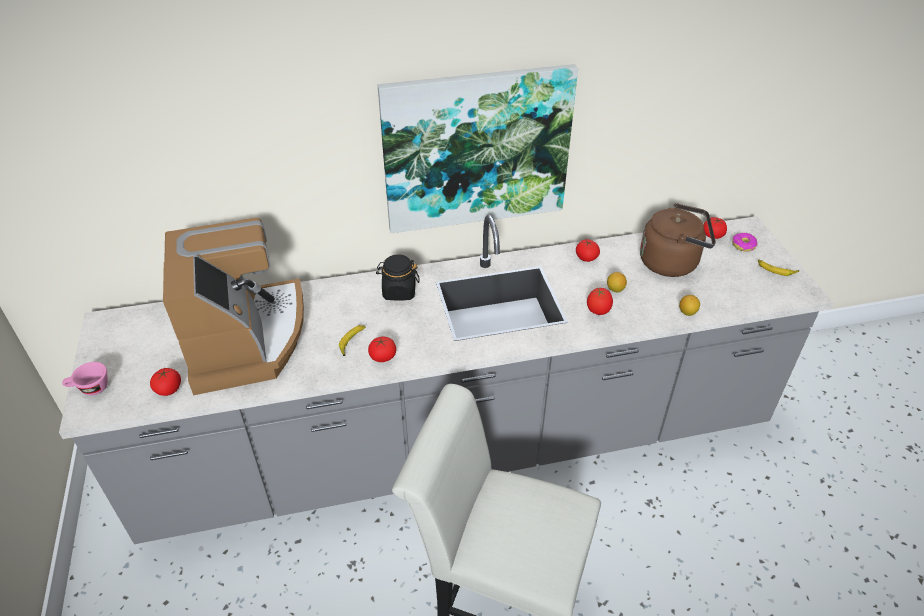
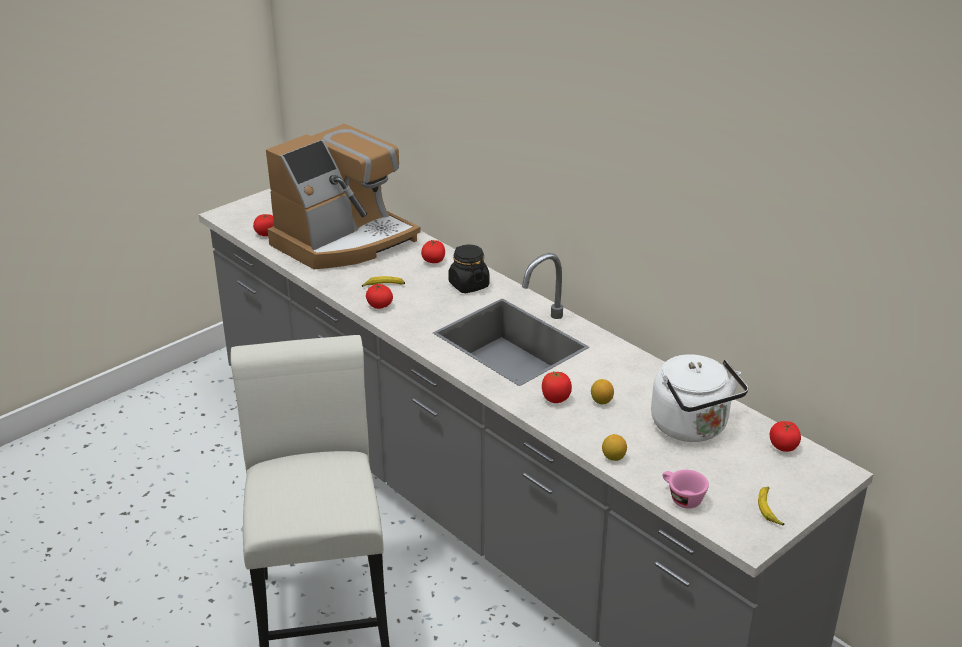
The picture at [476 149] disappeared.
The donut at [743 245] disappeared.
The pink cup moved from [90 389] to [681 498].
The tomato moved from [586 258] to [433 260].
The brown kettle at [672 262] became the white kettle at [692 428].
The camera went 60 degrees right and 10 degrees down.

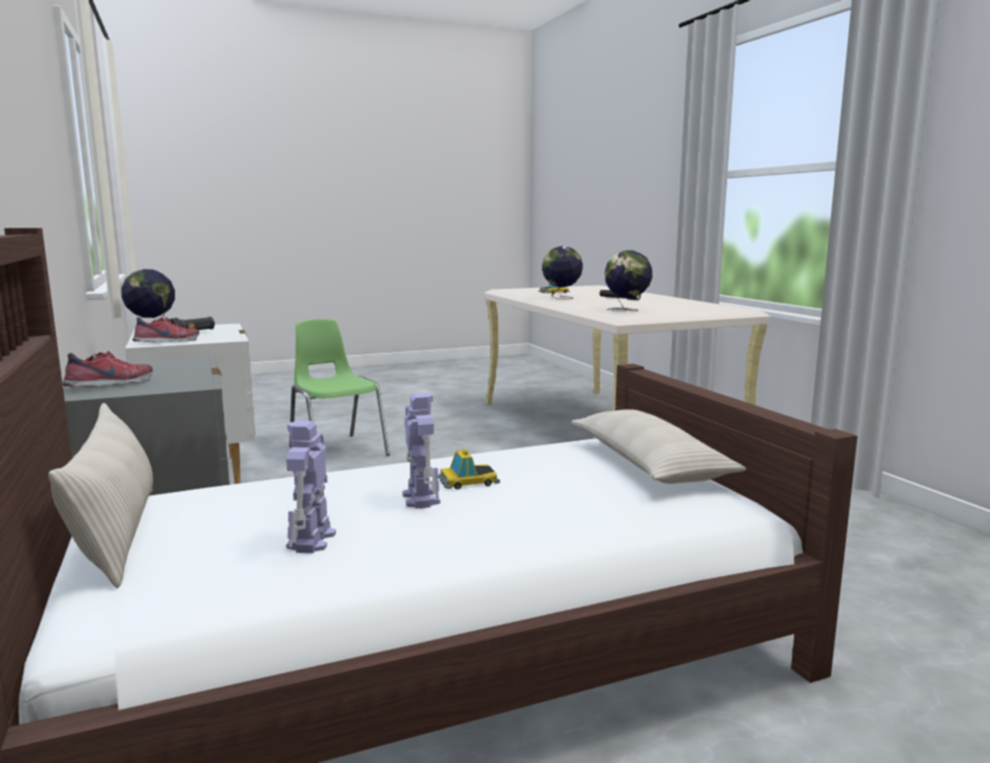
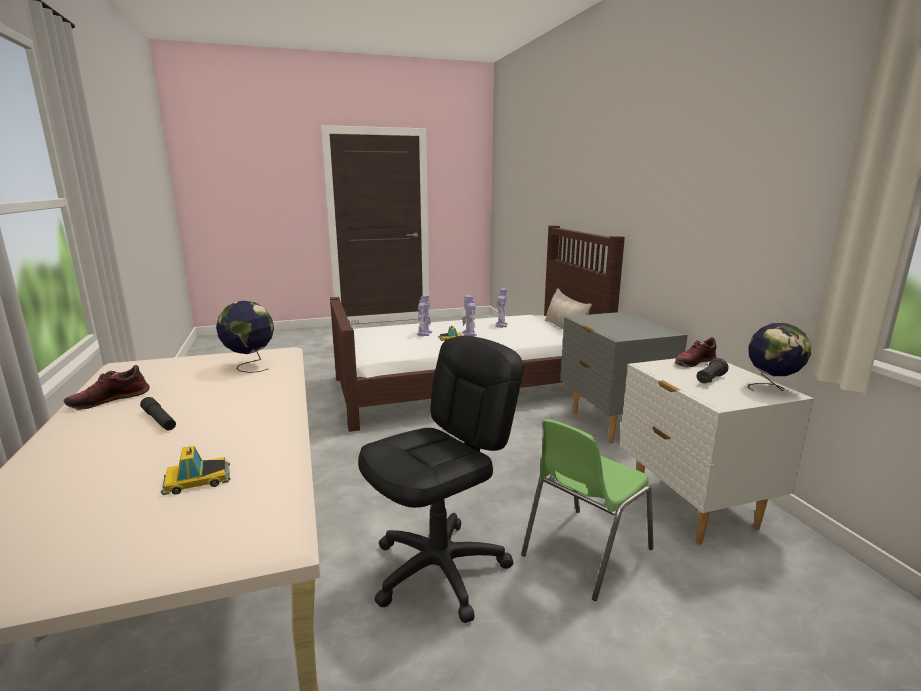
The globe at [561 298] disappeared.
The beige pillow at [648 464] disappeared.
The black office chair at [440 570] appeared.
The toy robot at [424 333] appeared.
The shoe moved from [111 385] to [109 399].
The green chair at [337 450] turned 75 degrees clockwise.
The camera went 175 degrees left and 5 degrees up.

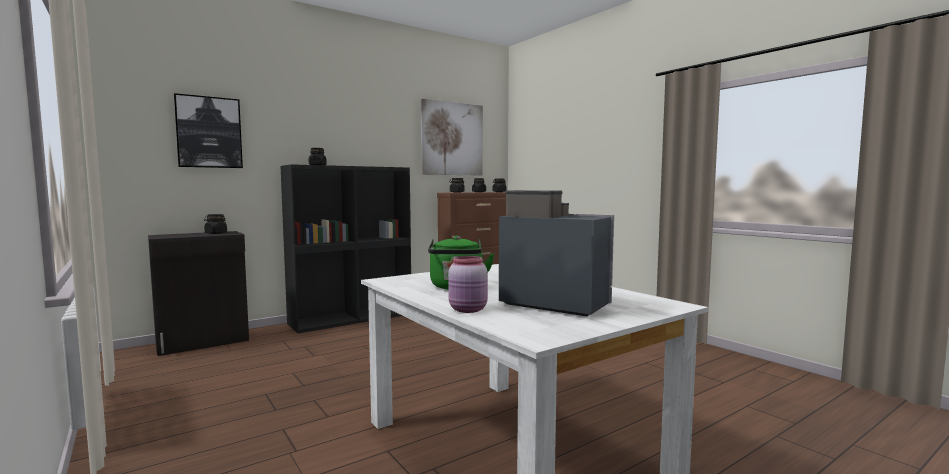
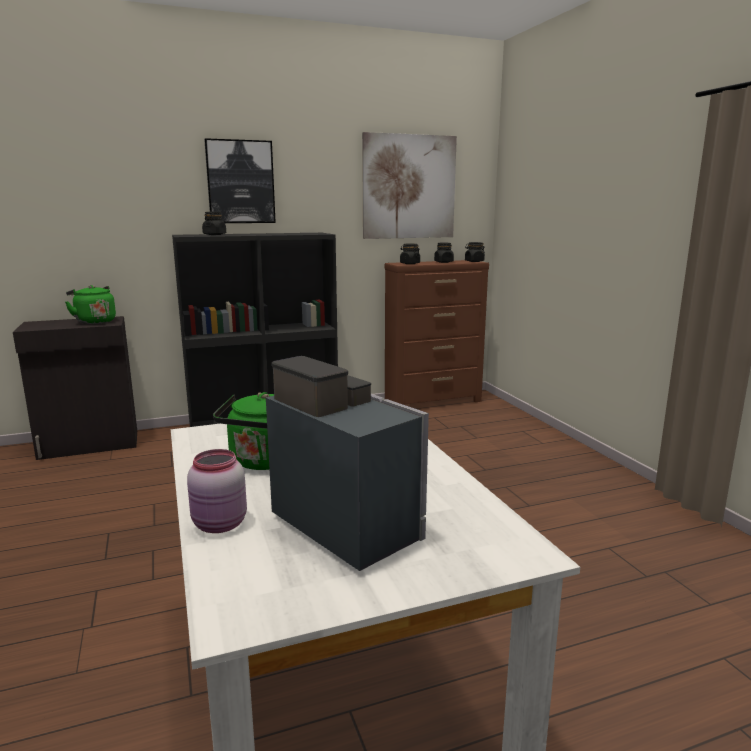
The picture moved from [209 132] to [240 182].
The black jar at [216 233] was replaced by the green kettle at [94 321].
The camera went 15 degrees right and 10 degrees up.

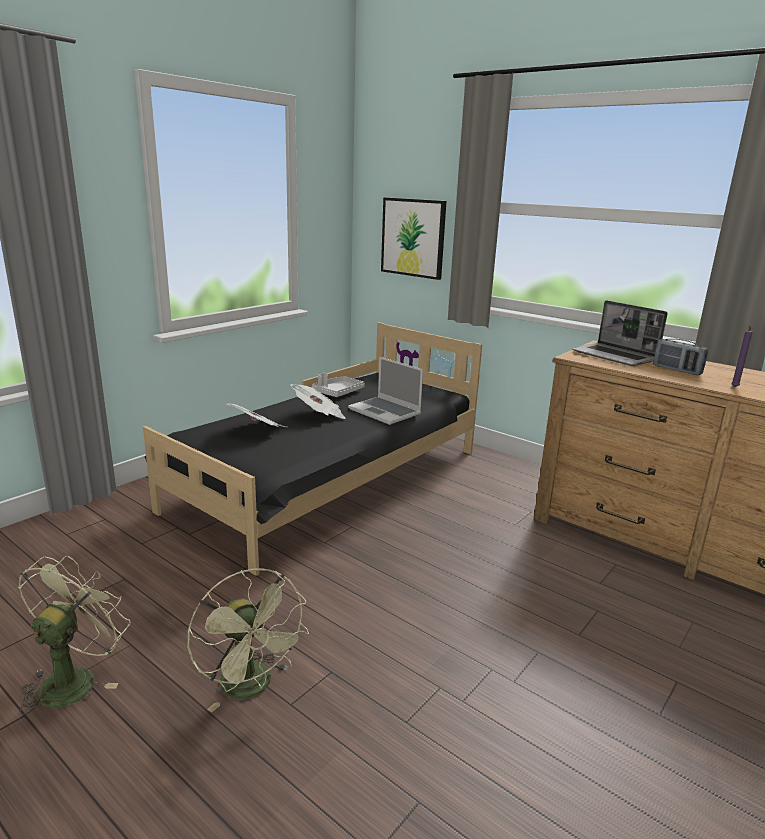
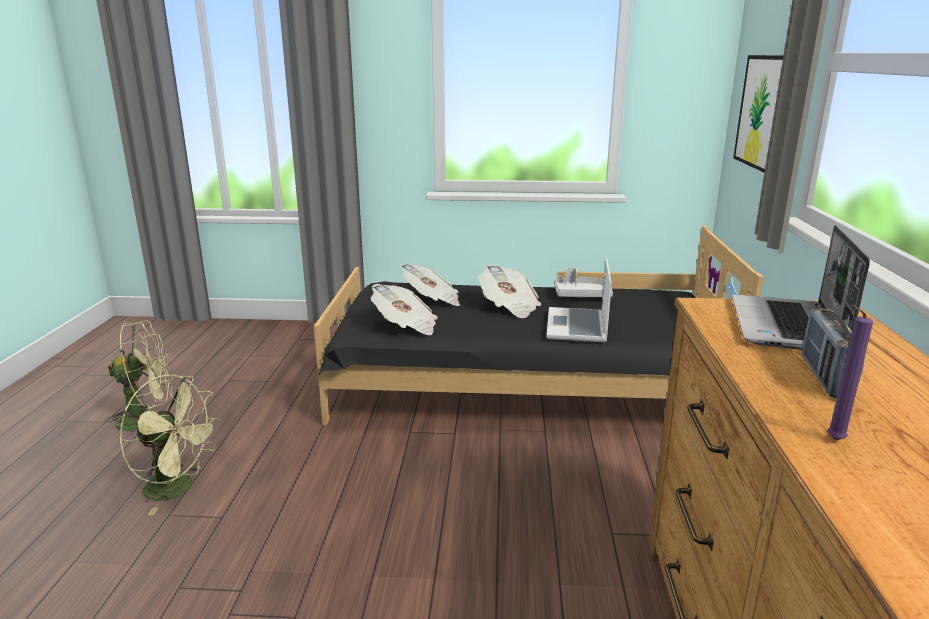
The newspaper at [406 326] appeared.
The green fan at [252 688] turned 90 degrees counterclockwise.
The camera went 55 degrees right and 0 degrees up.

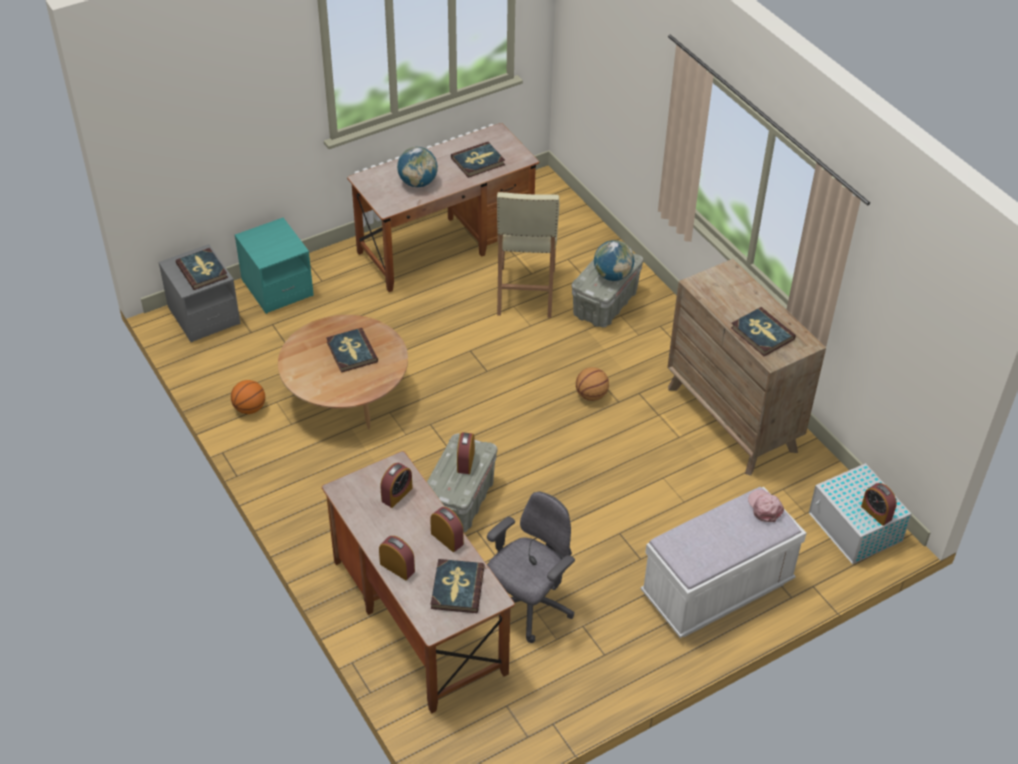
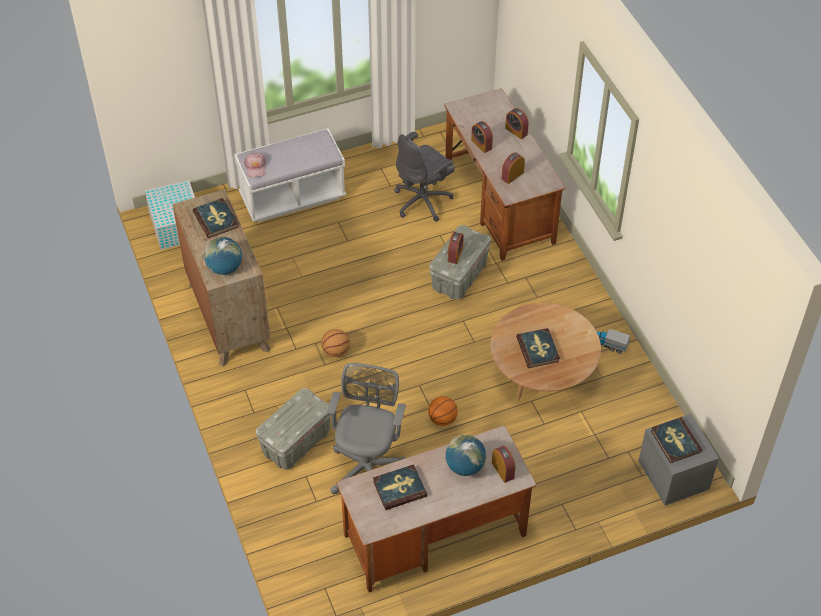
The turquoise nightstand at [277 288] disappeared.
The book at [457 588] disappeared.
The toy truck at [608 344] appeared.
The basketball moved from [249 408] to [442 419].
The globe moved from [612 275] to [225 268].
The alarm clock moved from [876 513] to [503 470].
The beige stool at [525 293] was replaced by the grey office chair at [367 465].
The camera went 170 degrees left and 5 degrees up.

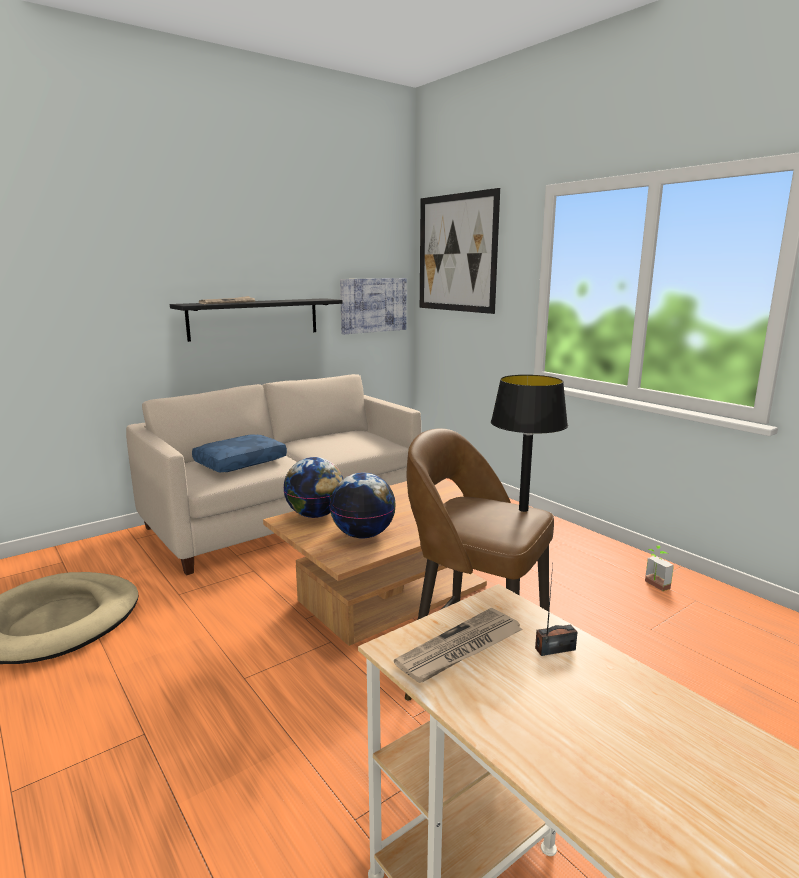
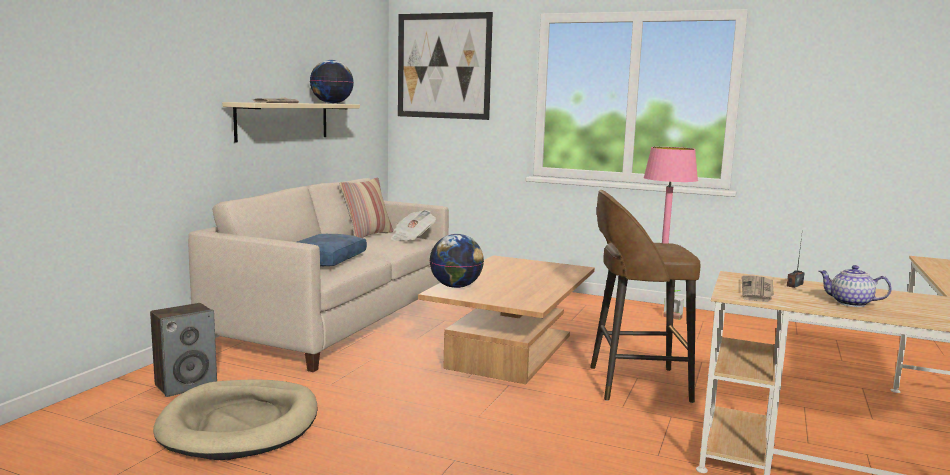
The picture at [373 305] disappeared.
The speaker at [186 385] appeared.
The pillow at [367 235] appeared.
The newspaper at [411 238] appeared.
The teapot at [850 303] appeared.
The globe moved from [363 535] to [332 103].
The black shelf at [254 318] became the beige shelf at [283 121].
The black table lamp at [523 510] became the pink table lamp at [665 242].
The camera went 30 degrees left and 5 degrees down.

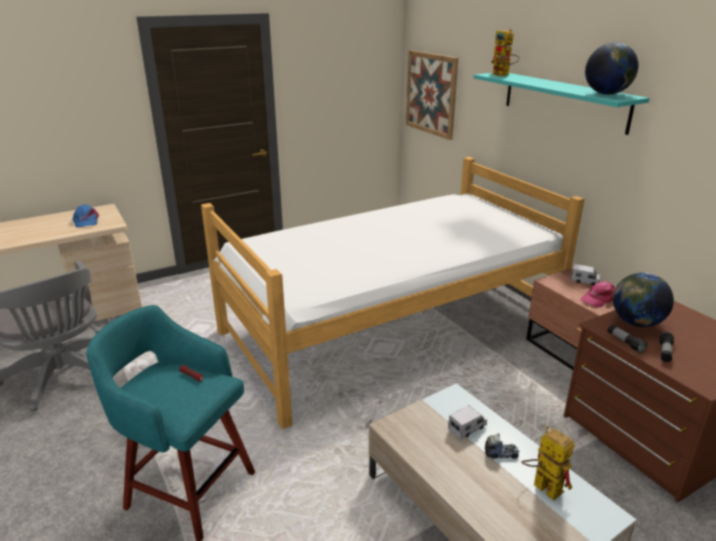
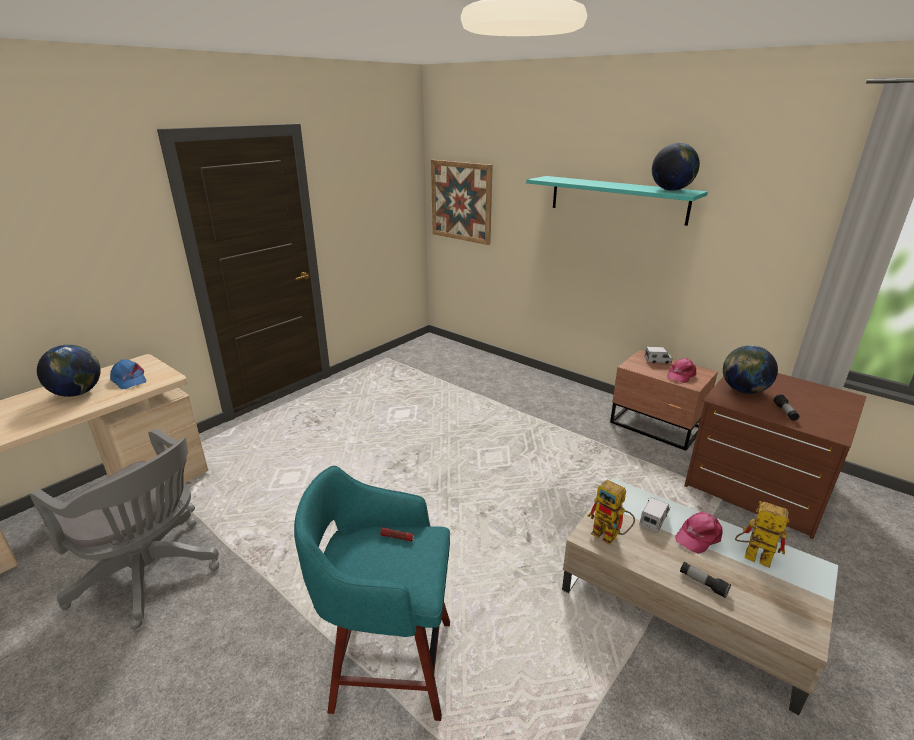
The bed at [392 328] disappeared.
The globe at [78 393] appeared.
The toy robot moved from [503 75] to [610 536].
The flashlight moved from [625 343] to [703 583].
The toy truck at [501 453] was replaced by the pink cap at [698 536].
The camera went 20 degrees left and 0 degrees up.

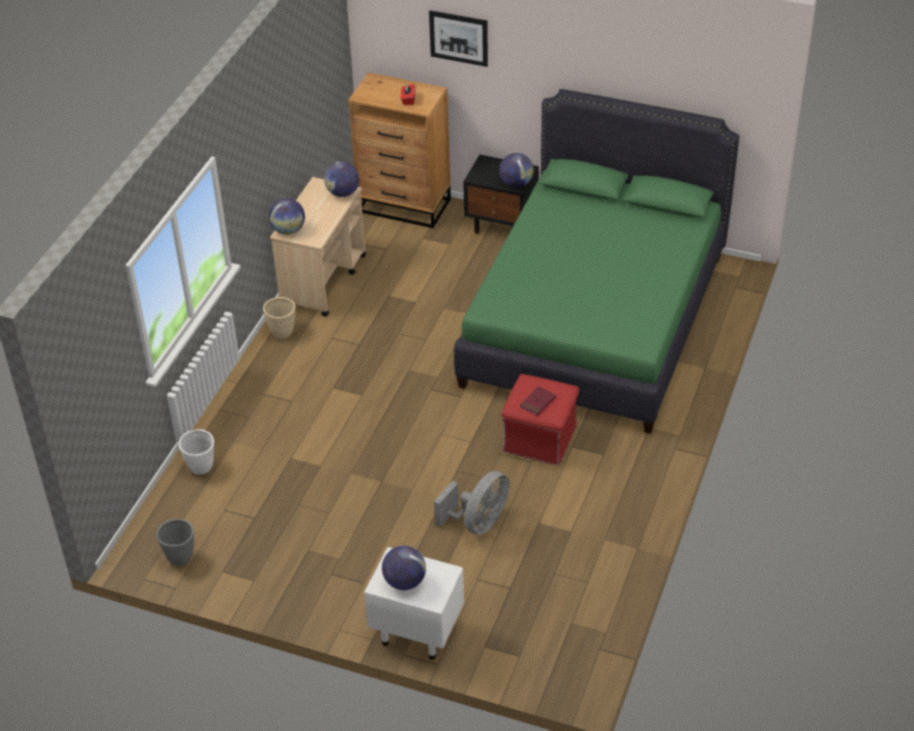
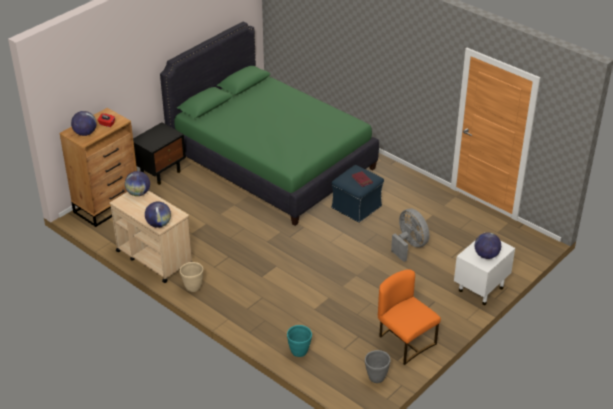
The picture at [458 38] disappeared.
The orange chair at [405 341] appeared.
The globe moved from [516 183] to [85 133].
The white planter at [201 468] became the turquoise planter at [299 352].
The red ottoman at [540 439] became the blue ottoman at [357 207].
The camera went 70 degrees left and 5 degrees down.

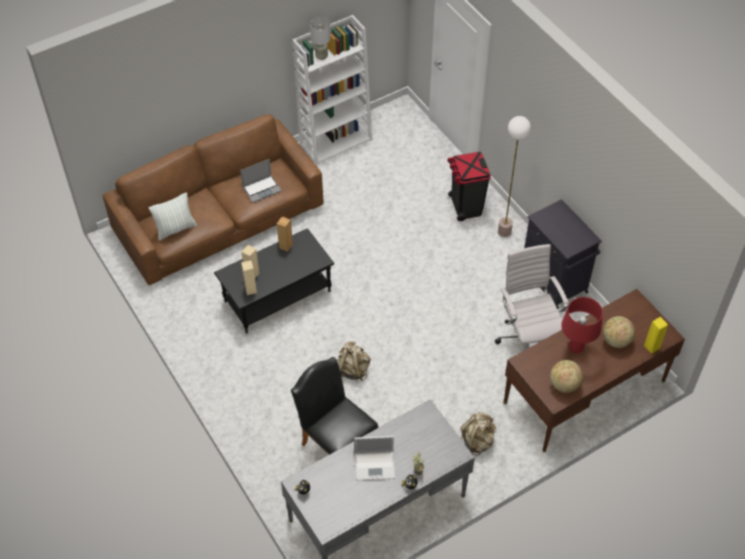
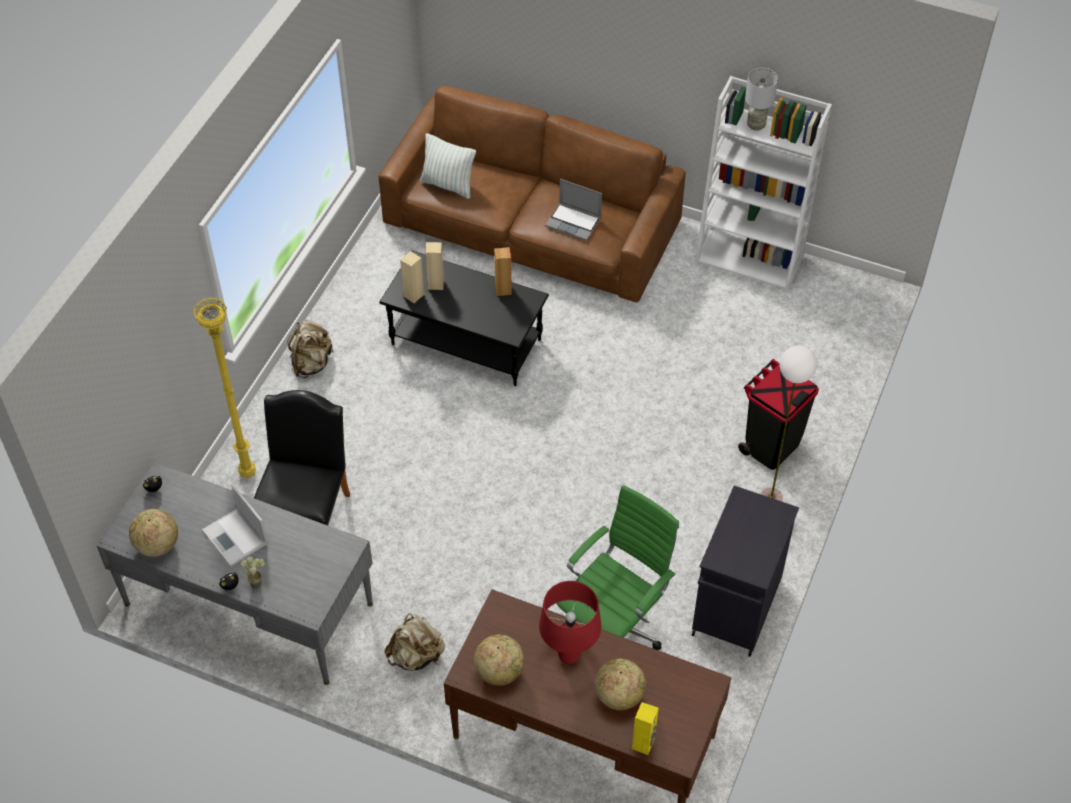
The globe at [157 545] appeared.
The yellow floor lamp at [249 474] appeared.
The beige backpack moved from [353 369] to [311 363].
The white office chair at [527 340] became the green office chair at [613 628].
The camera went 55 degrees right and 0 degrees up.

